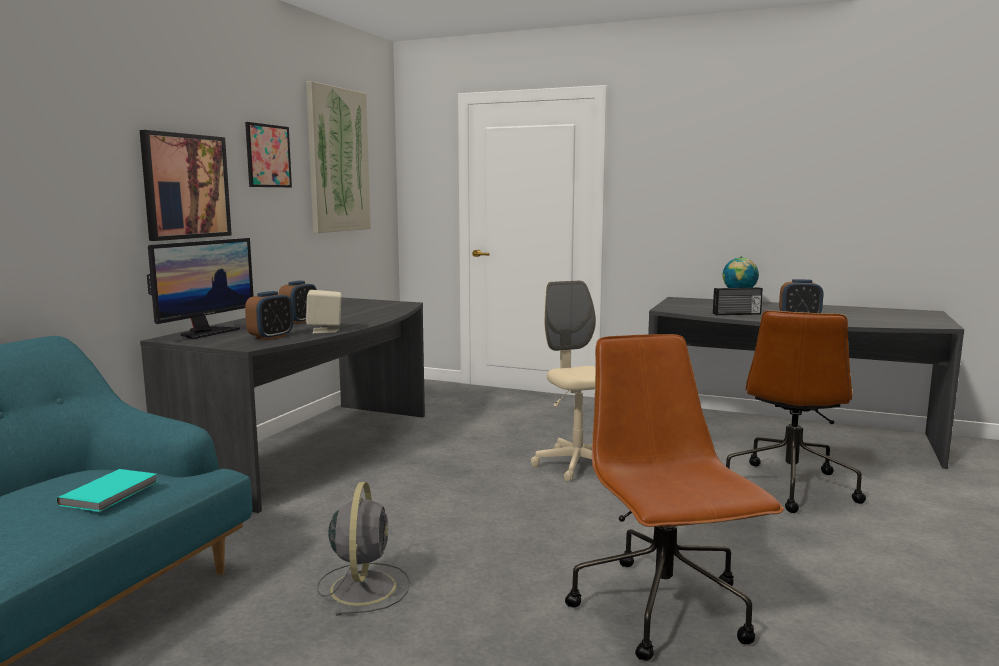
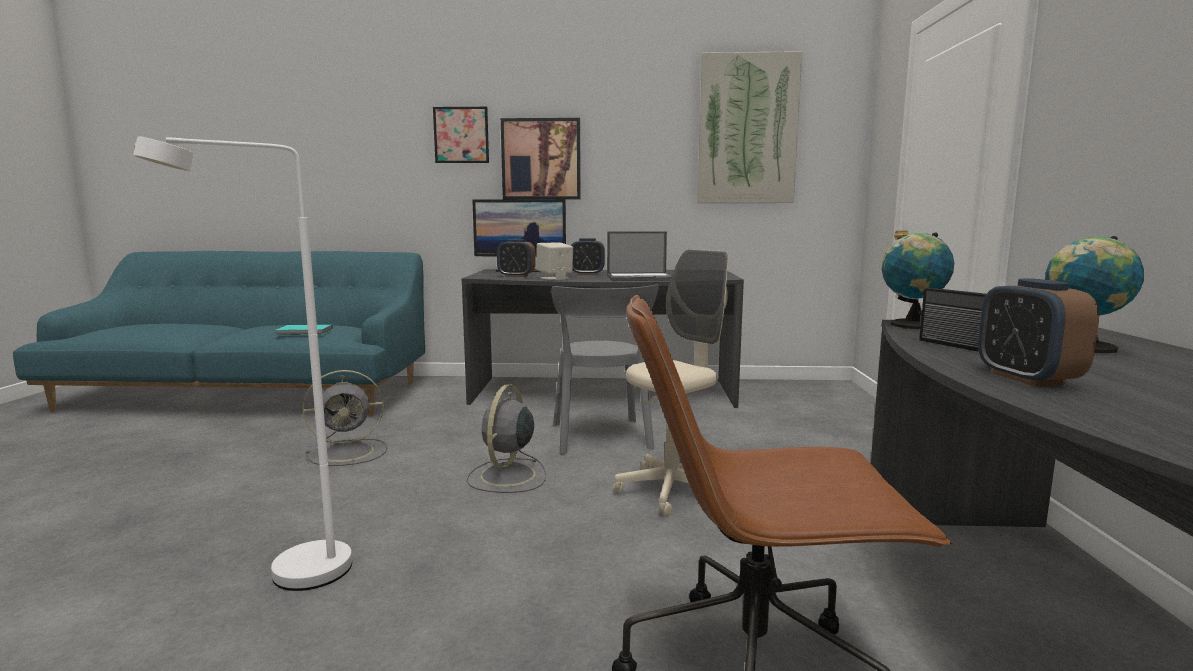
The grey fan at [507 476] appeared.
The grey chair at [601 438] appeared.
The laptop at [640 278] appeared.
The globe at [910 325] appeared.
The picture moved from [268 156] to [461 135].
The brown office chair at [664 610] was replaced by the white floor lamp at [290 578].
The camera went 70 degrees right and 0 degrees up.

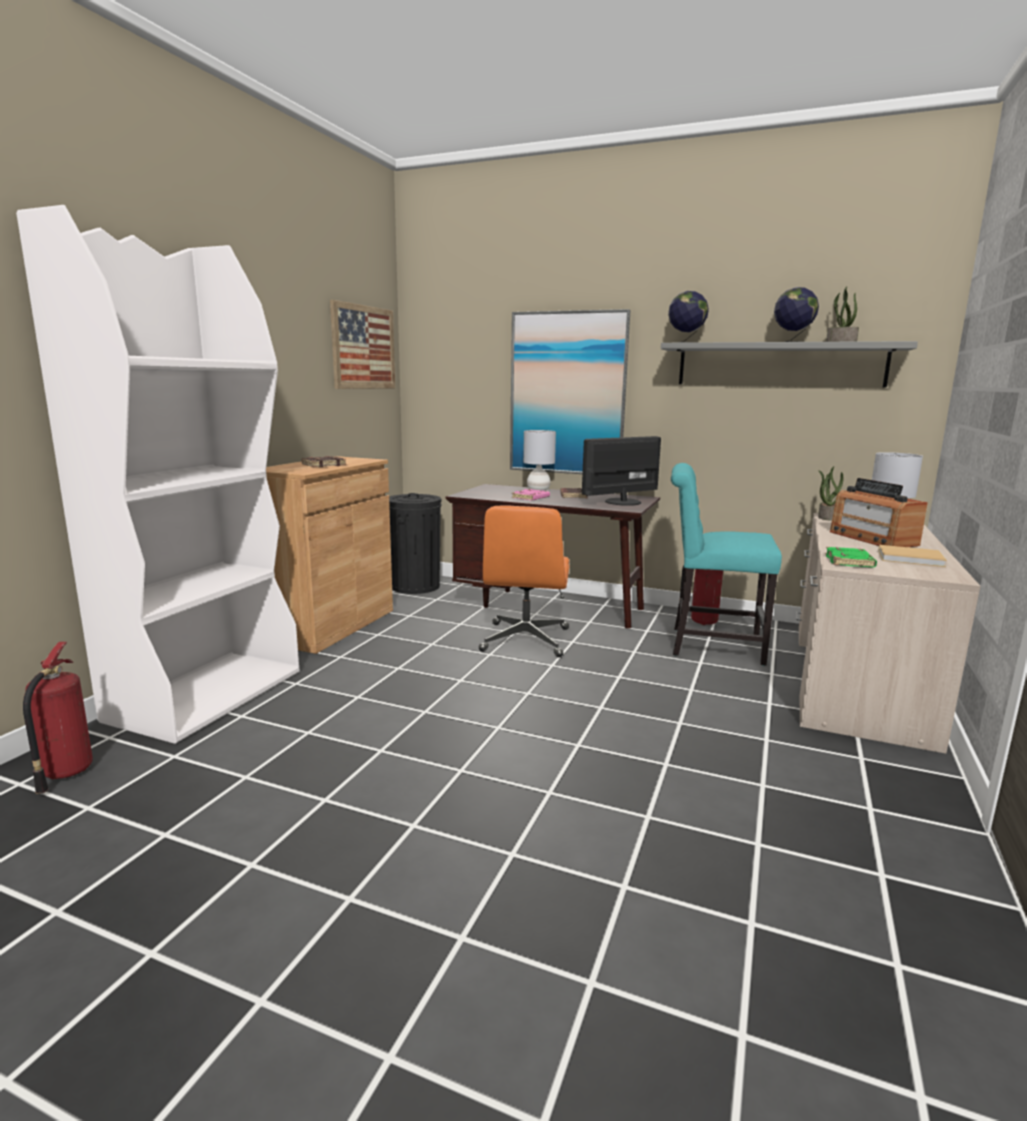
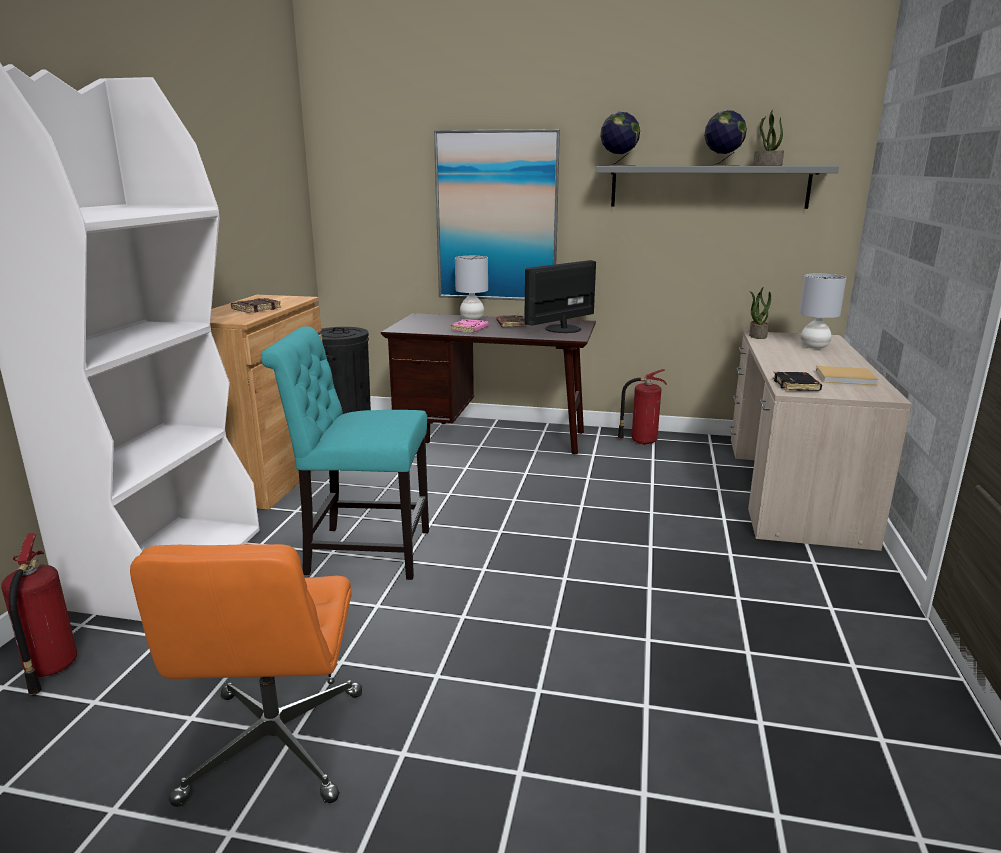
The picture at [363 347] disappeared.
The radio at [872 538] disappeared.
The orange office chair moved from [525 640] to [275 747].
The turquoise chair moved from [710 645] to [361 552].
The green book at [850 562] became the black book at [796 385].
The camera went 10 degrees left and 5 degrees up.

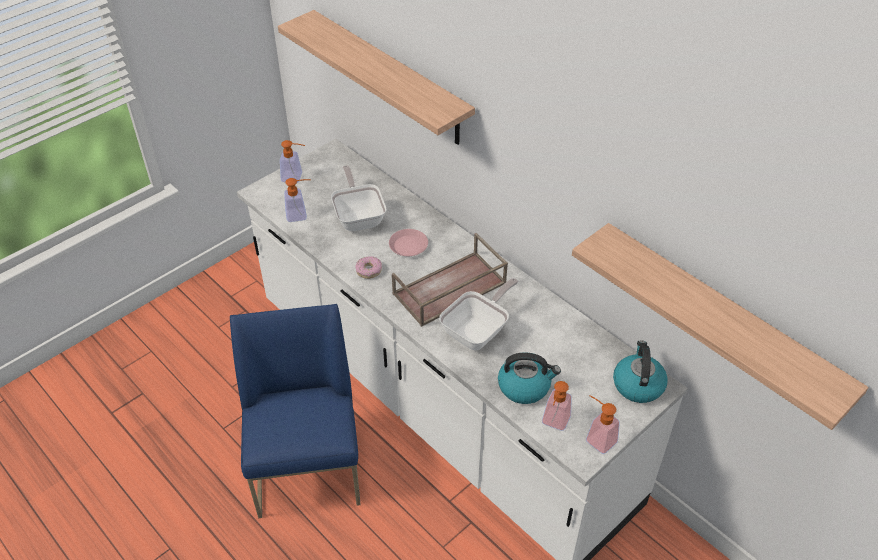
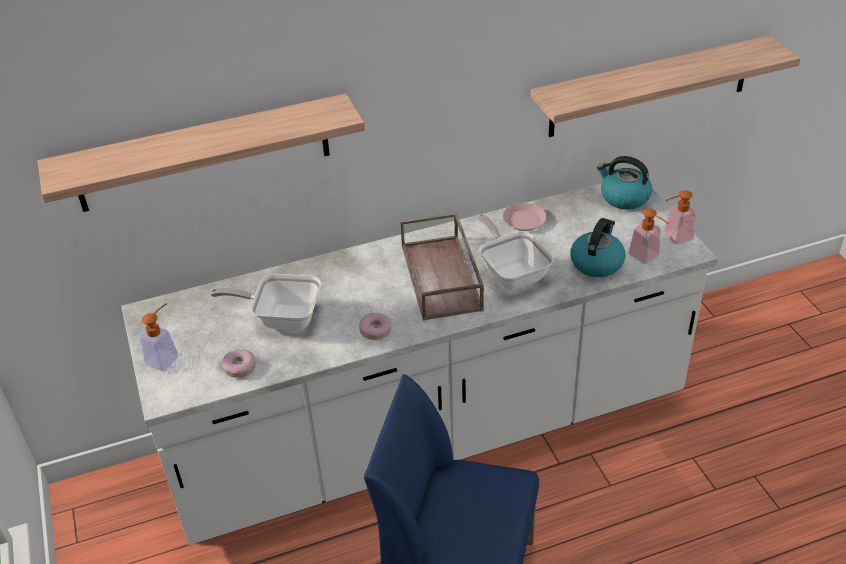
The pink plate moved from [408 246] to [524 220].
The soap dispenser at [300 215] was replaced by the donut at [239 367].
The camera went 65 degrees left and 5 degrees down.

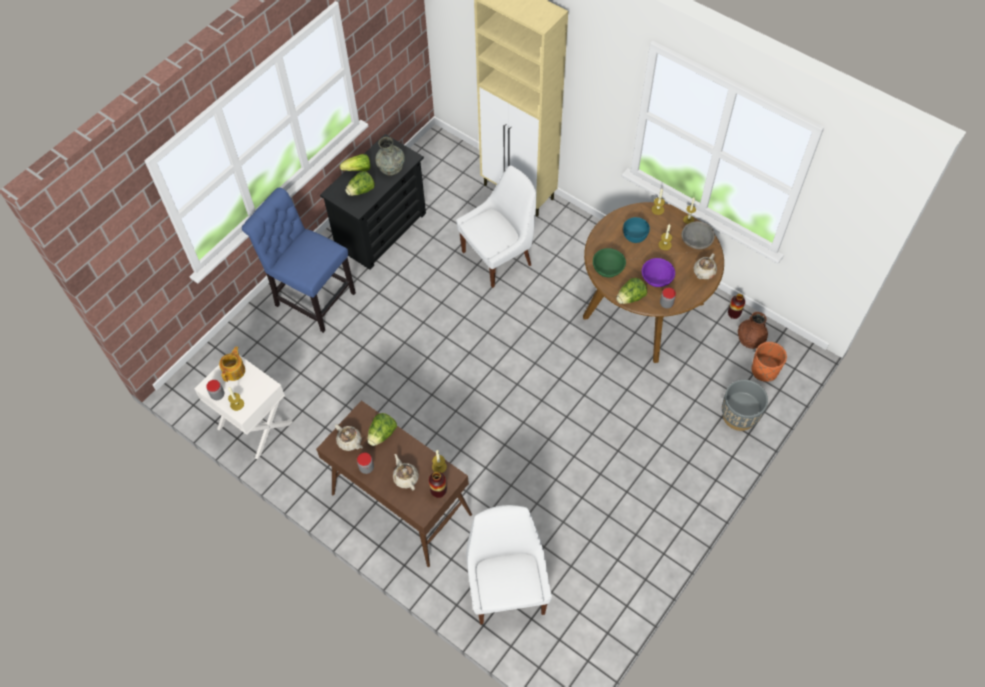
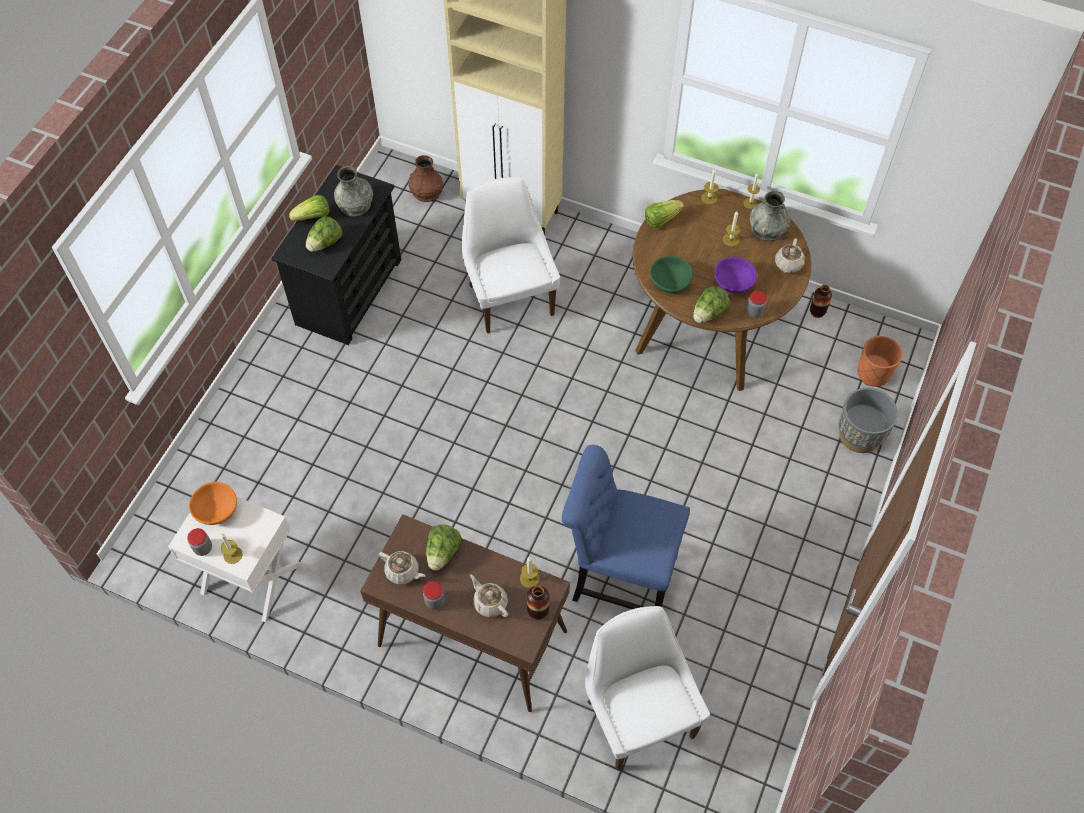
The turquoise bowl at [634 235] disappeared.
The lettuce at [661 219] appeared.
The blue chair moved from [311 297] to [618 576].
The brown vase moved from [750 339] to [426 192].
The teapot at [234 370] was replaced by the orange bowl at [217 510].
The grey bowl at [696 241] was replaced by the grey vase at [767 228].
The white chair at [499 257] turned 60 degrees counterclockwise.
The camera went 15 degrees left and 0 degrees up.

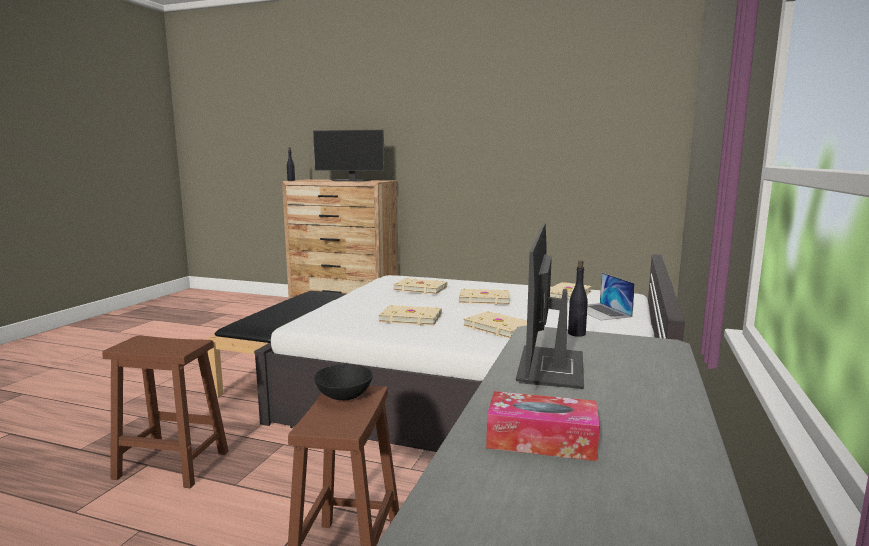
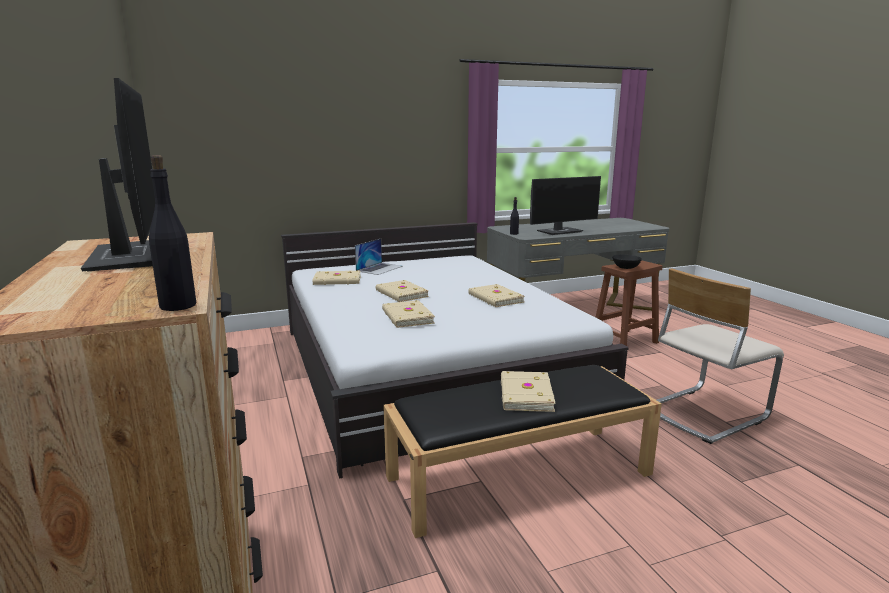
The tissue box at [541 440] disappeared.
The beige book moved from [499 327] to [524 394].
The brown stool at [174 465] was replaced by the beige chair at [703 413].
The camera went 130 degrees left and 5 degrees up.

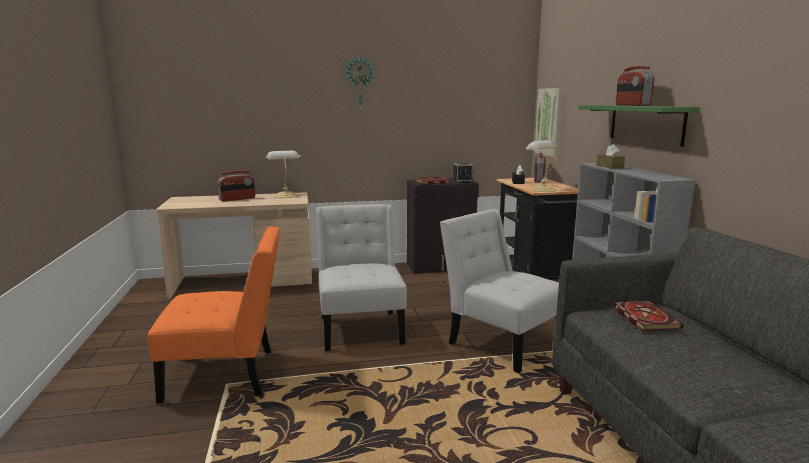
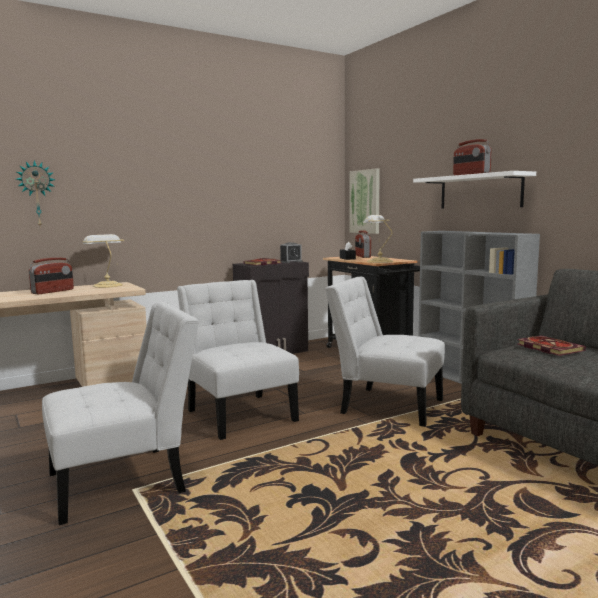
The brown tissue box at [609 166] disappeared.
The wall clock moved from [360 85] to [36 194].
The orange chair at [227 375] became the white chair at [125 481].
The green shelf at [646 124] became the white shelf at [480 191].
The camera went 20 degrees left and 5 degrees down.

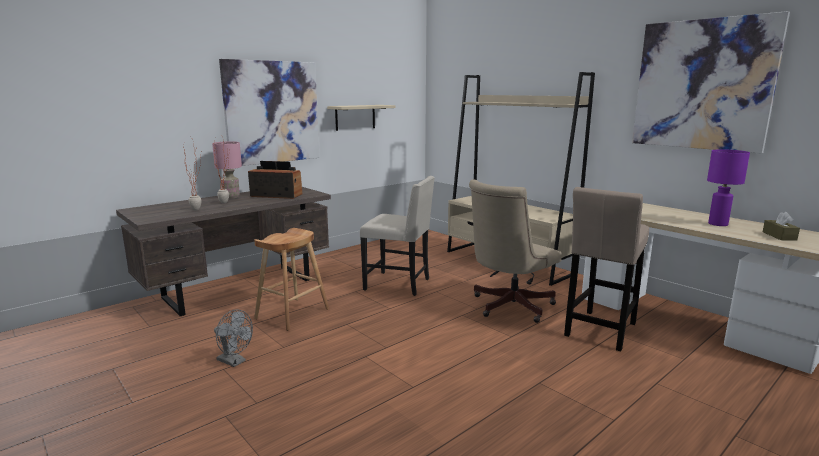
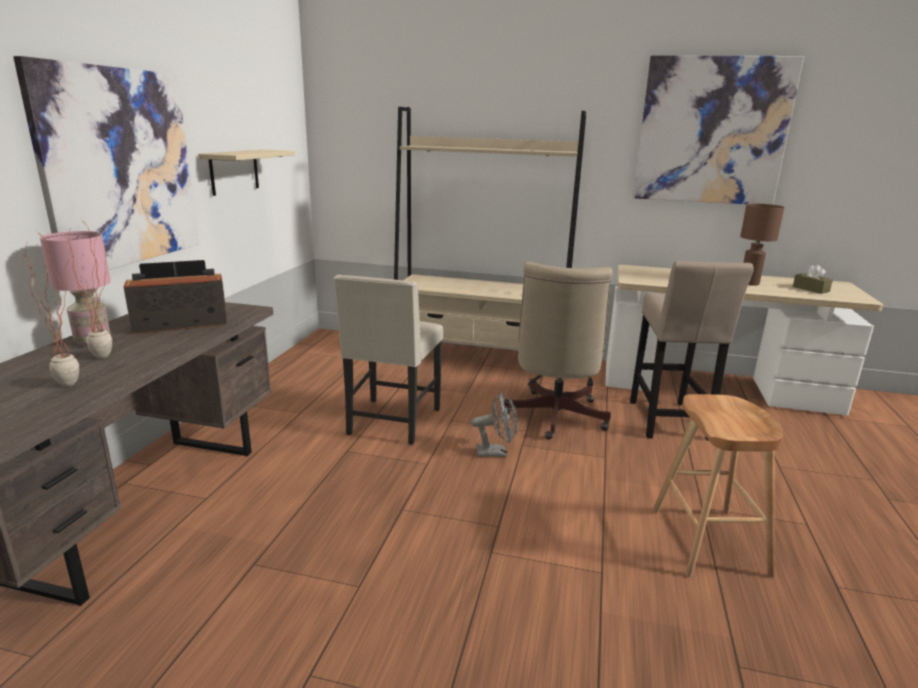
The grey fan moved from [234 361] to [496 452].
The brown stool moved from [292 314] to [708 541].
The purple table lamp at [717 224] became the brown table lamp at [749 283].
The beige chair at [399 284] turned 120 degrees clockwise.
The camera went 35 degrees left and 5 degrees up.

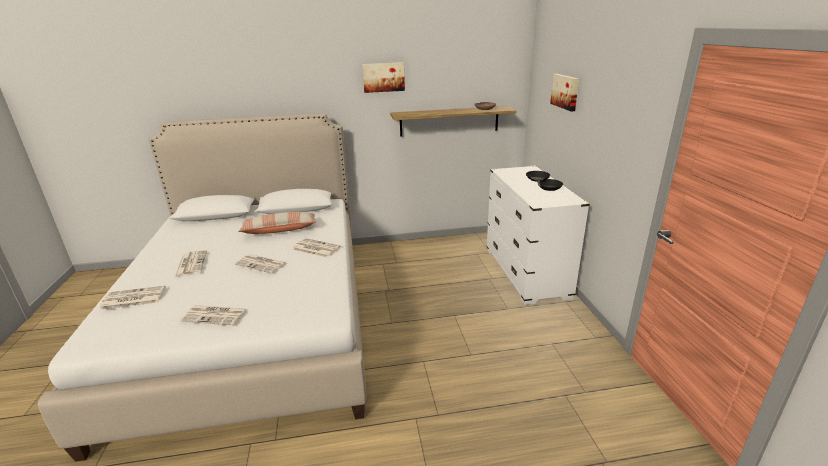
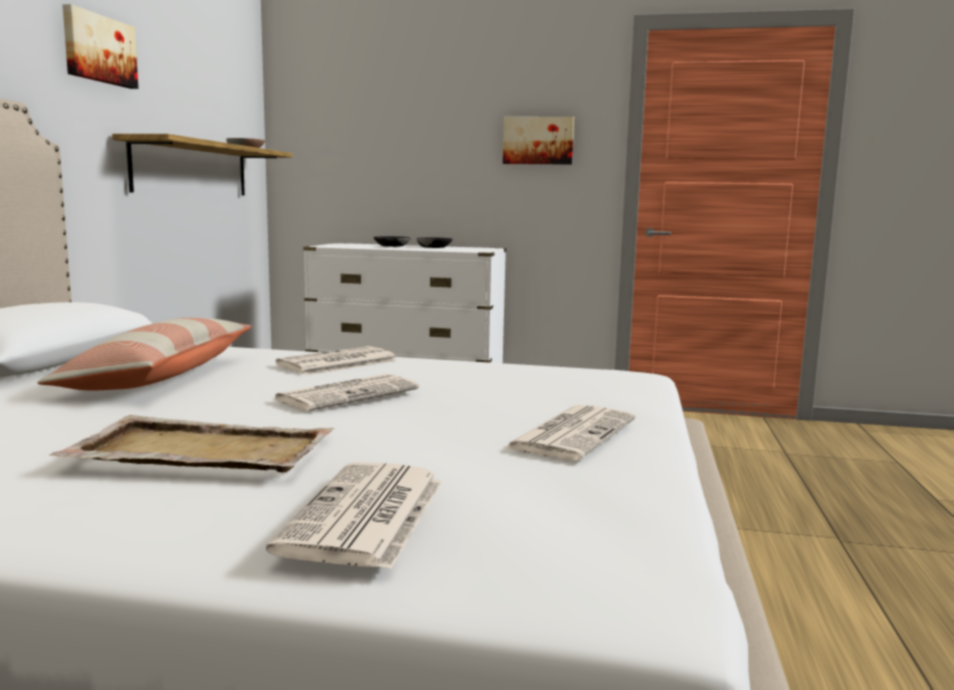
The picture moved from [565 91] to [538 140].
The newspaper at [191 264] was replaced by the beige tray at [201 451].
The camera went 70 degrees left and 15 degrees down.

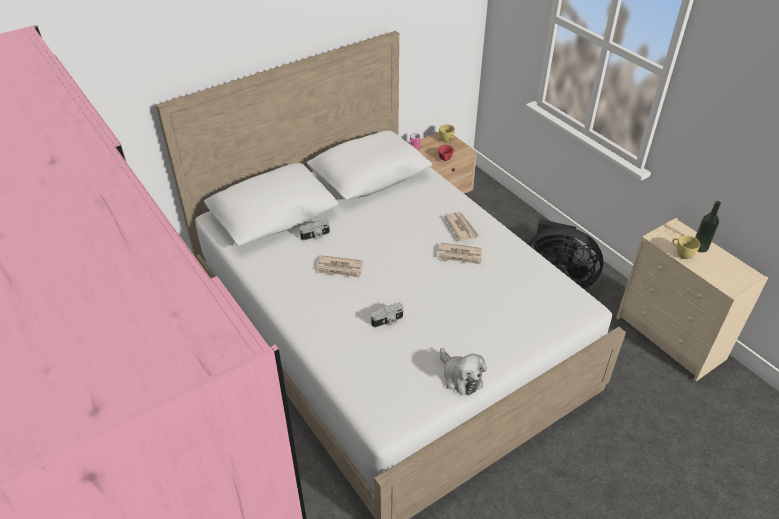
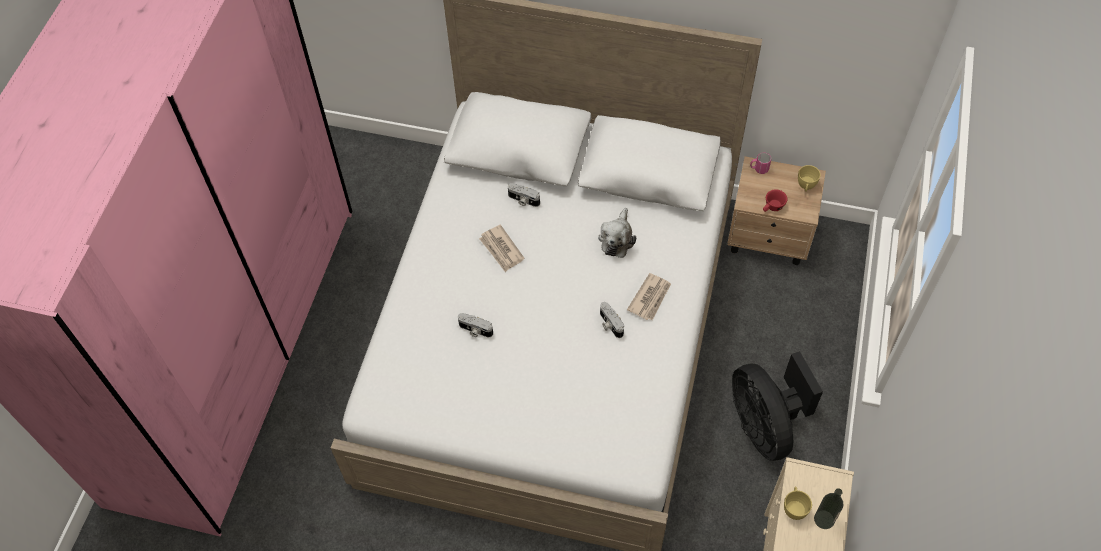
The plush toy moved from [460 377] to [617 239].
The newspaper at [460 255] was replaced by the photo camera at [610 324].
The camera went 50 degrees right and 15 degrees up.

